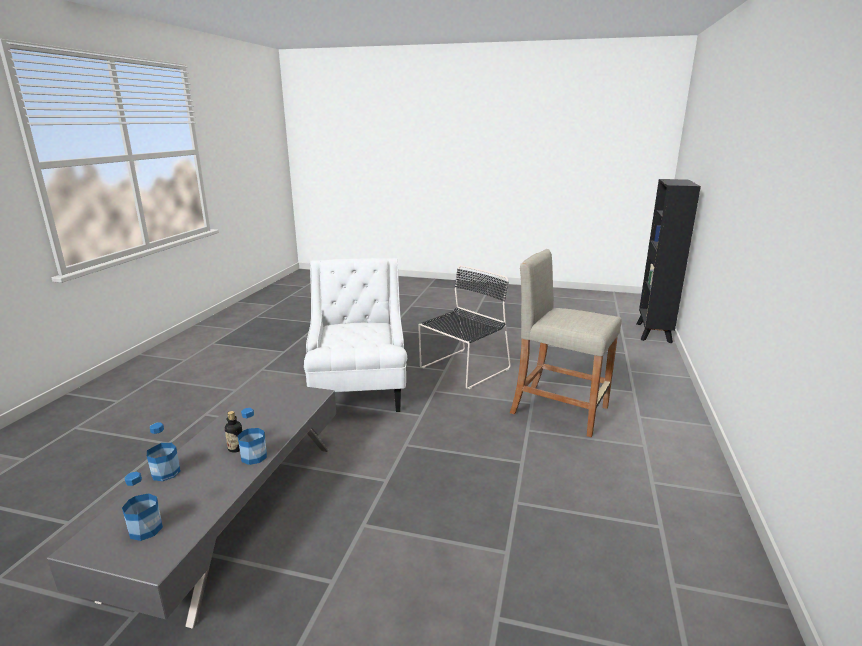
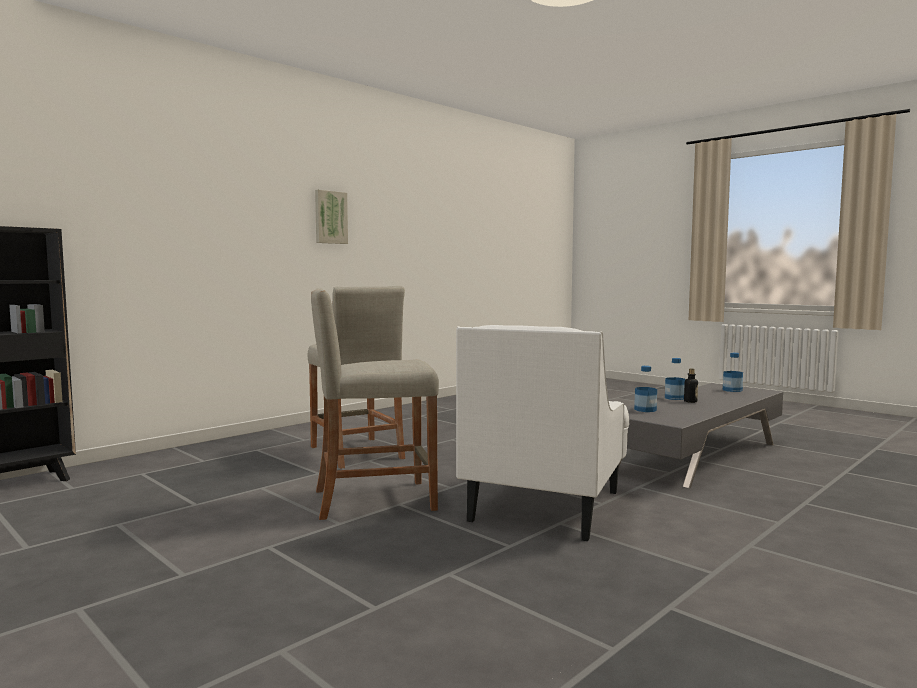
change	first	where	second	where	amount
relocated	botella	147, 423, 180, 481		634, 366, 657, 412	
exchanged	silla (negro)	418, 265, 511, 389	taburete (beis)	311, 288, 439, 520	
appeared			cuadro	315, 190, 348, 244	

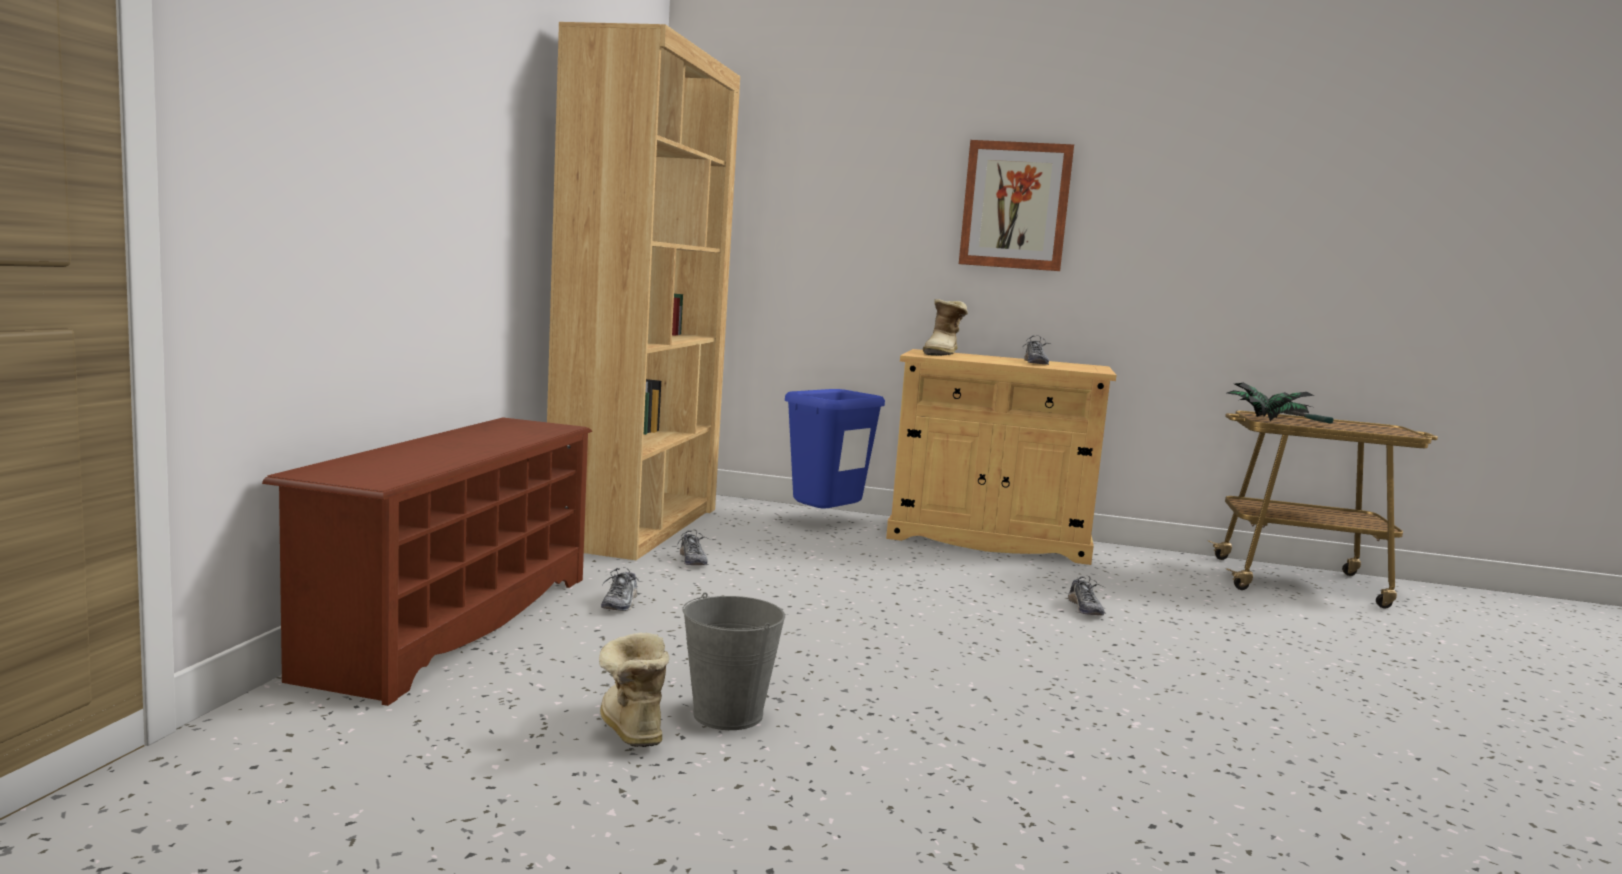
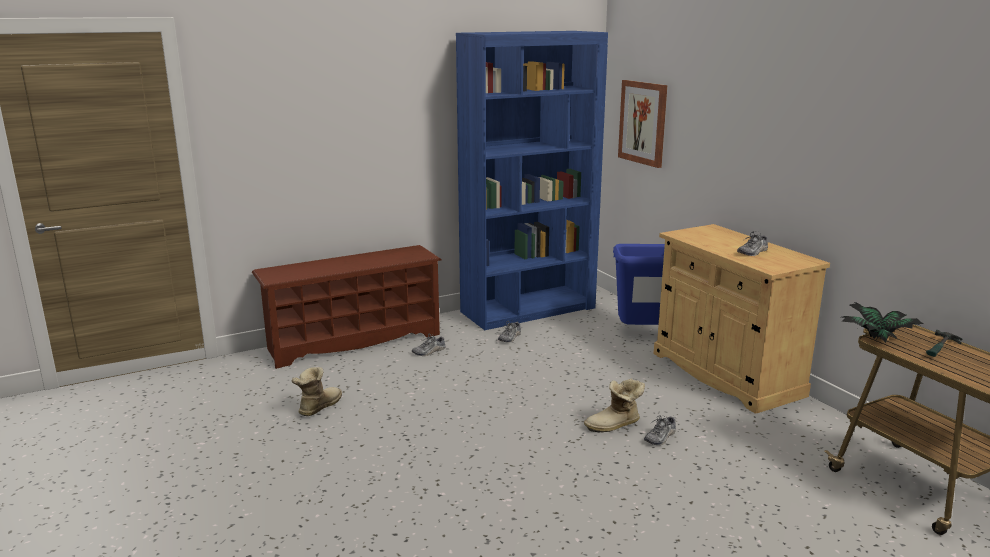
change	first	where	second	where	amount
colour	estantería (marrón)	547, 22, 740, 560	estantería (azul)	456, 31, 608, 330	
missing	cubo (gris)	682, 592, 785, 730			
relocated	bota	923, 299, 968, 356		584, 379, 645, 432	
relocated	cuadro	959, 140, 1074, 271		618, 80, 667, 168	

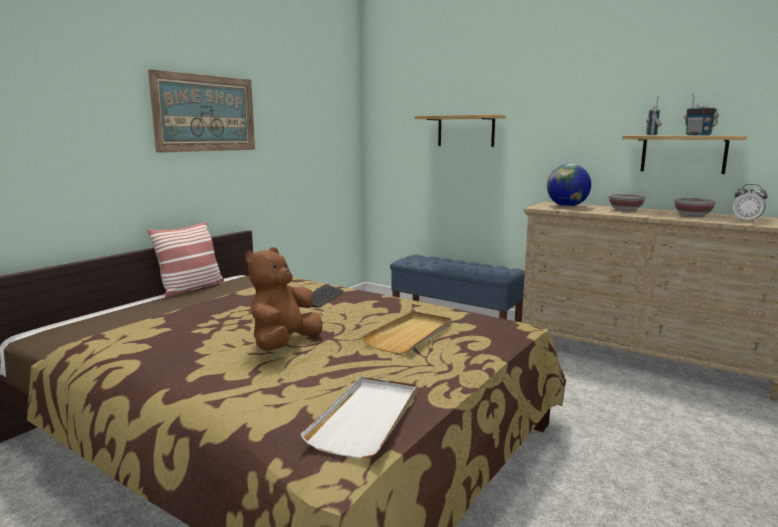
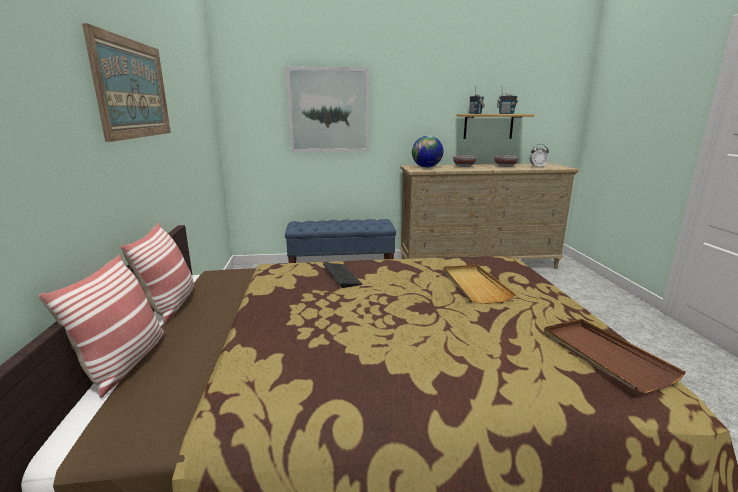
change	first	where	second	where	amount
missing	peluche (marrón)	246, 247, 323, 351			
colour	bandeja (blanco)	300, 376, 417, 459	bandeja (marrón)	544, 319, 686, 394	
exchanged	estante	414, 114, 506, 147	cuadro	286, 67, 369, 152	
appeared			cojín	38, 254, 165, 398	

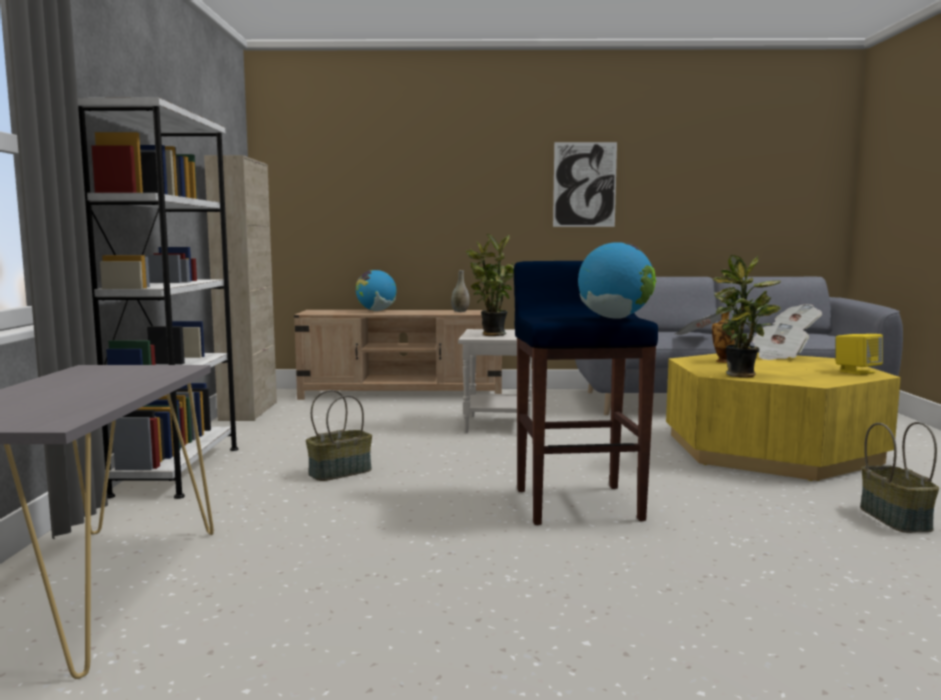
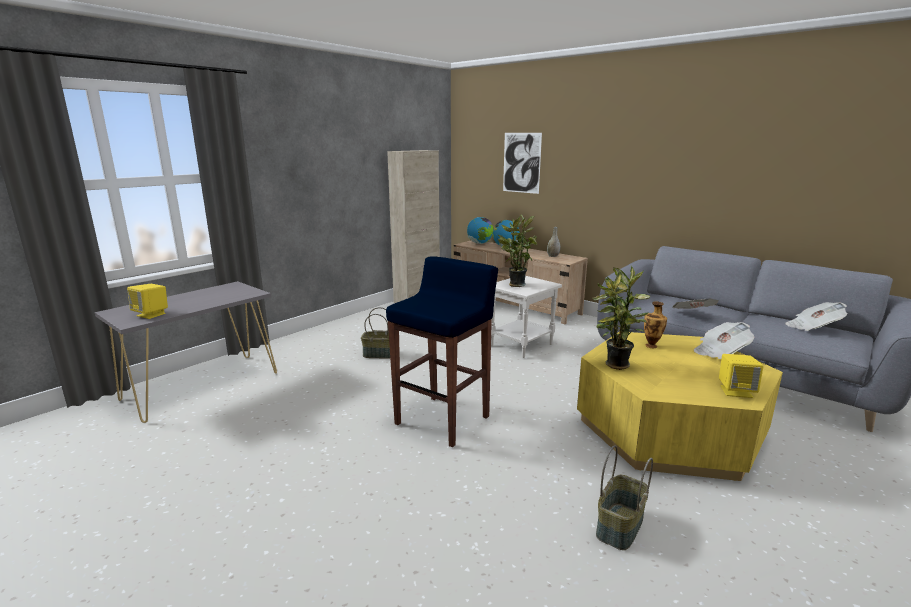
change	first	where	second	where	amount
missing	estantería (blanco)	77, 97, 238, 499			
relocated	cuadro	553, 142, 617, 227		503, 133, 542, 194	
relocated	globo terráqueo	578, 242, 656, 319		467, 217, 494, 244	
appeared			altavoz (amarillo)	127, 284, 168, 319	

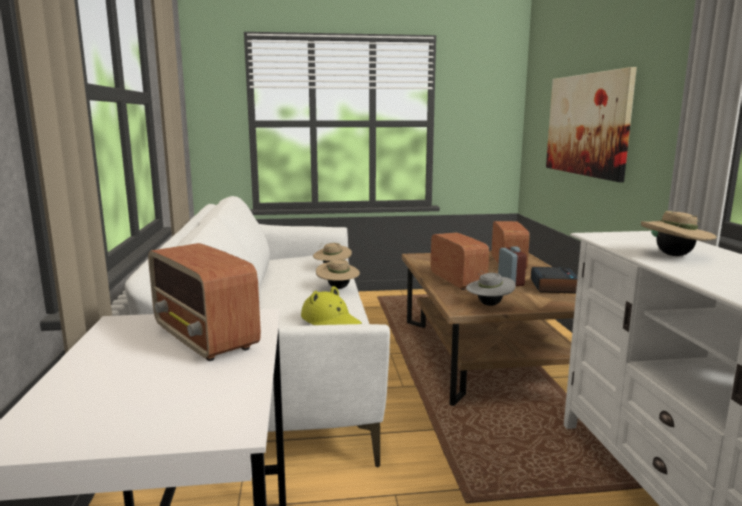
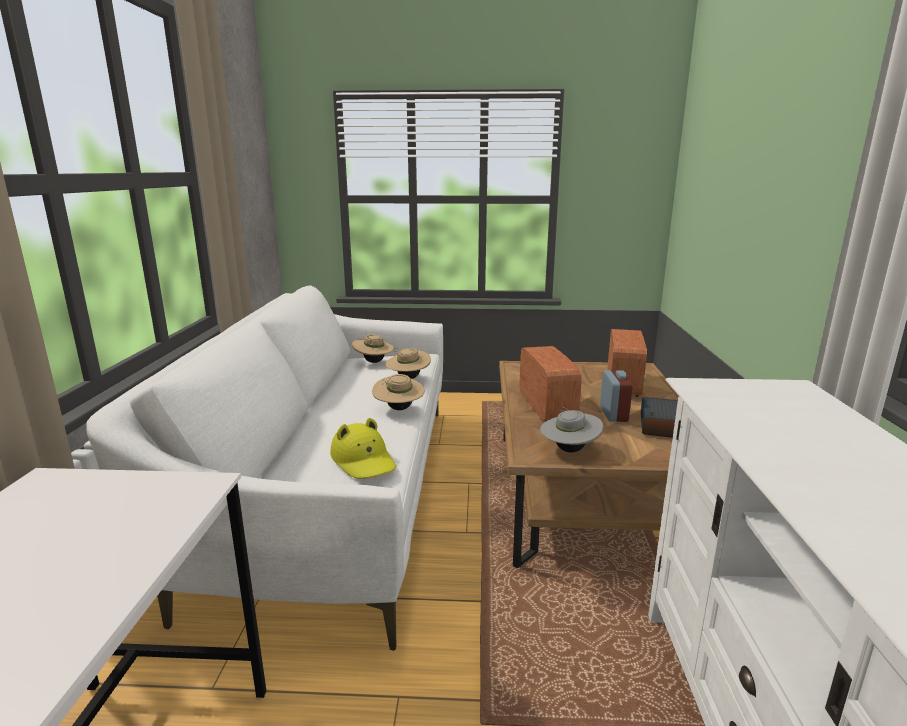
change	first	where	second	where	amount
missing	radio	148, 243, 261, 361			
missing	cuadro	546, 67, 637, 182			
relocated	sombrero (beis)	641, 211, 717, 256		352, 334, 394, 363	

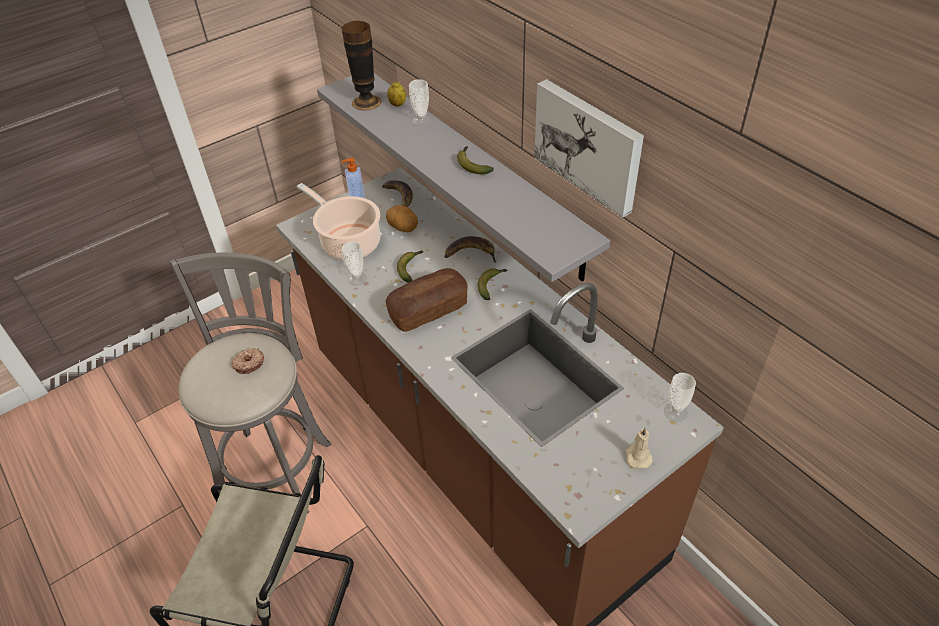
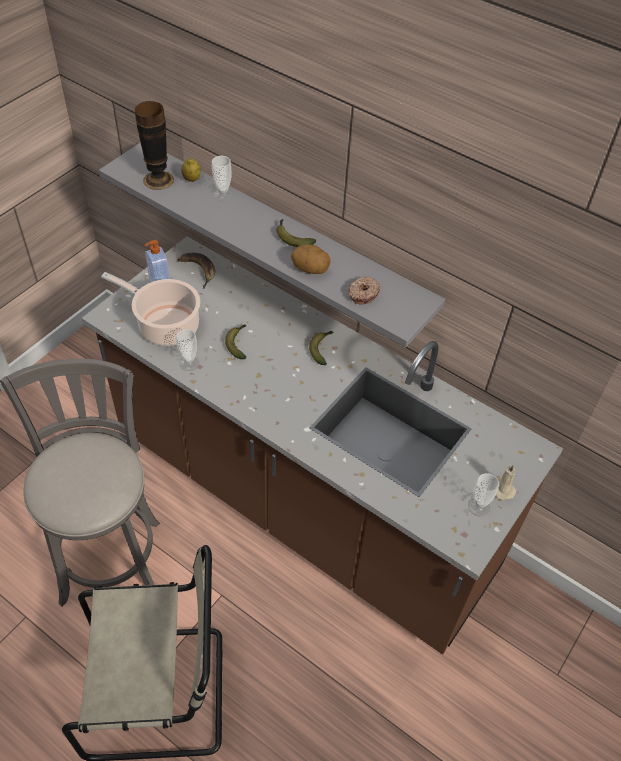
change	first	where	second	where	amount
relocated	rosquilla	231, 348, 264, 374		348, 276, 380, 304	
relocated	patata	386, 205, 418, 232		291, 244, 331, 274	
missing	pan	386, 268, 468, 332			
missing	plátano	444, 236, 496, 263			
missing	cuadro	534, 79, 644, 218			
relocated	taza	664, 373, 696, 422		468, 473, 499, 516	

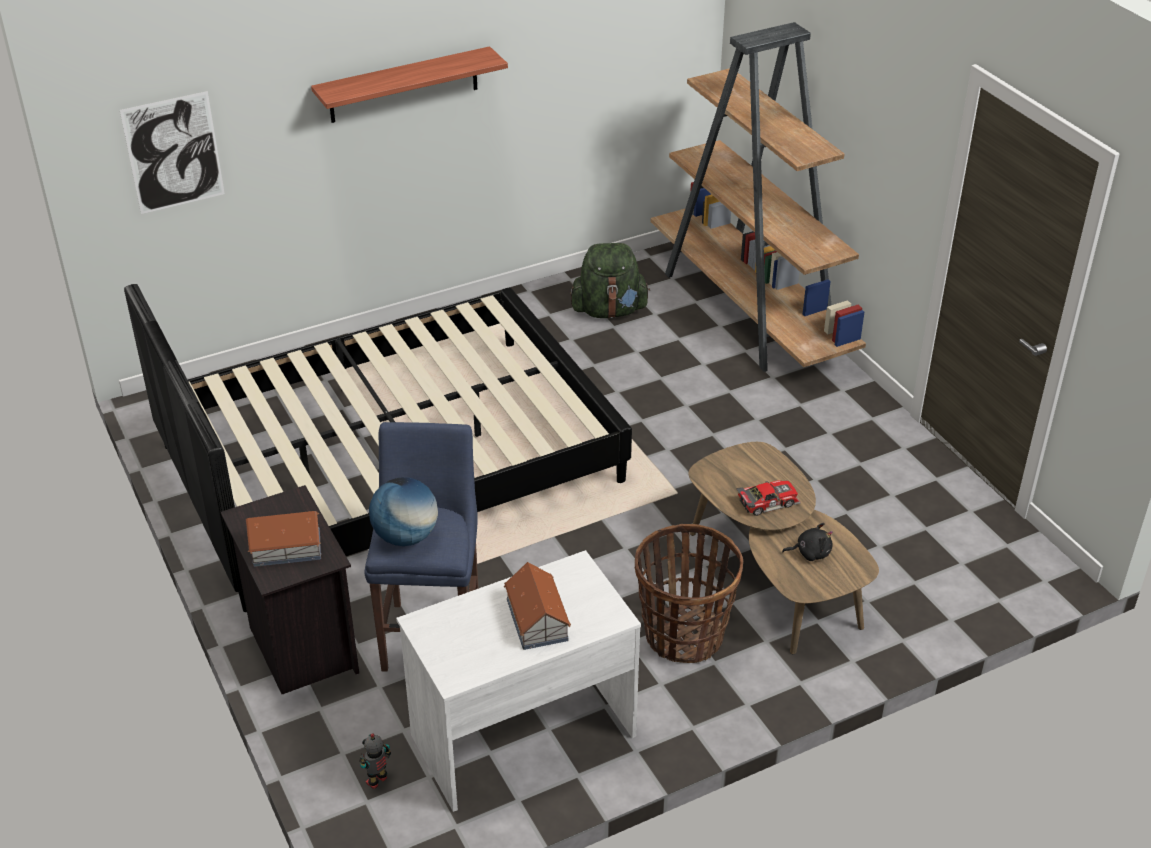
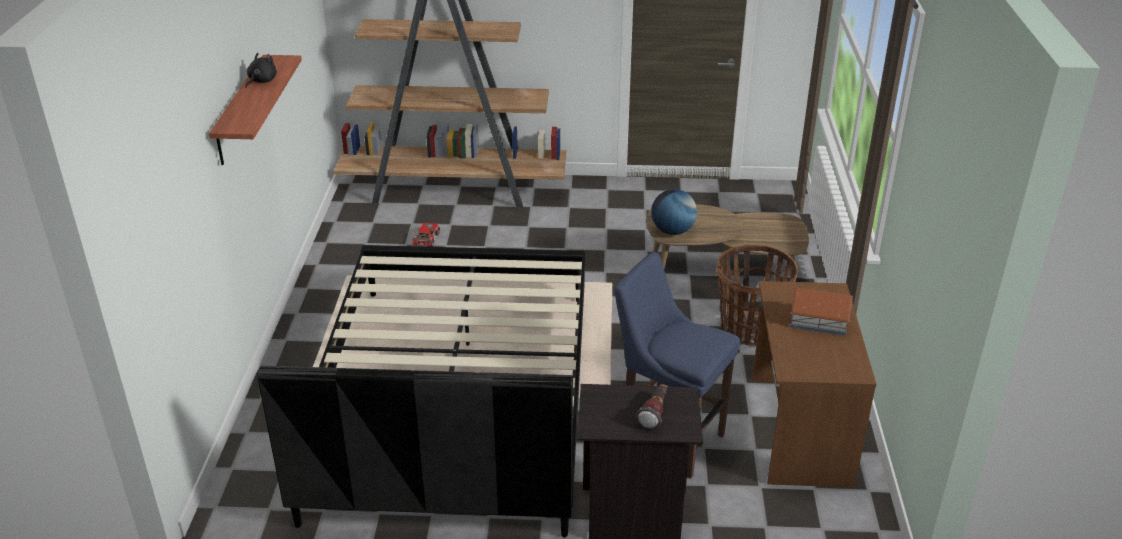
change	first	where	second	where	amount
missing	cuadro	120, 91, 225, 214			
exchanged	casita	246, 511, 321, 567	linterna	636, 384, 667, 430	
missing	robot de juguete	359, 733, 391, 789			
relocated	globo terráqueo	369, 477, 438, 546		651, 189, 697, 235	
colour	escritorio (blanco)	396, 550, 641, 812	escritorio (marrón)	752, 281, 877, 487	
missing	mochila (verde)	570, 243, 650, 318			
relocated	coche de juguete	737, 480, 801, 516		412, 223, 441, 247	
relocated	peluche (negro)	782, 523, 833, 561		245, 53, 277, 88	

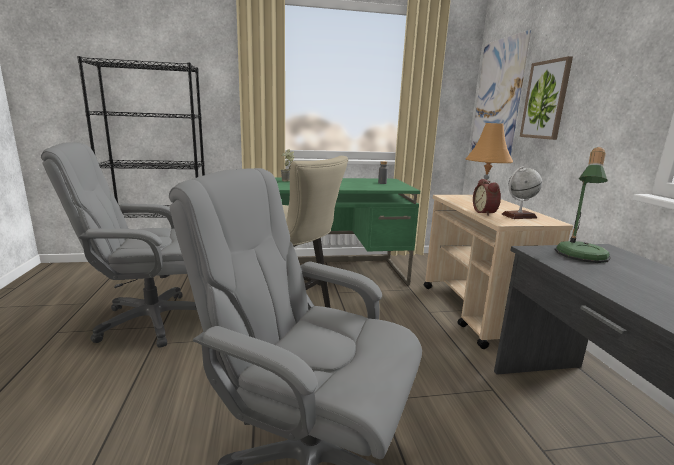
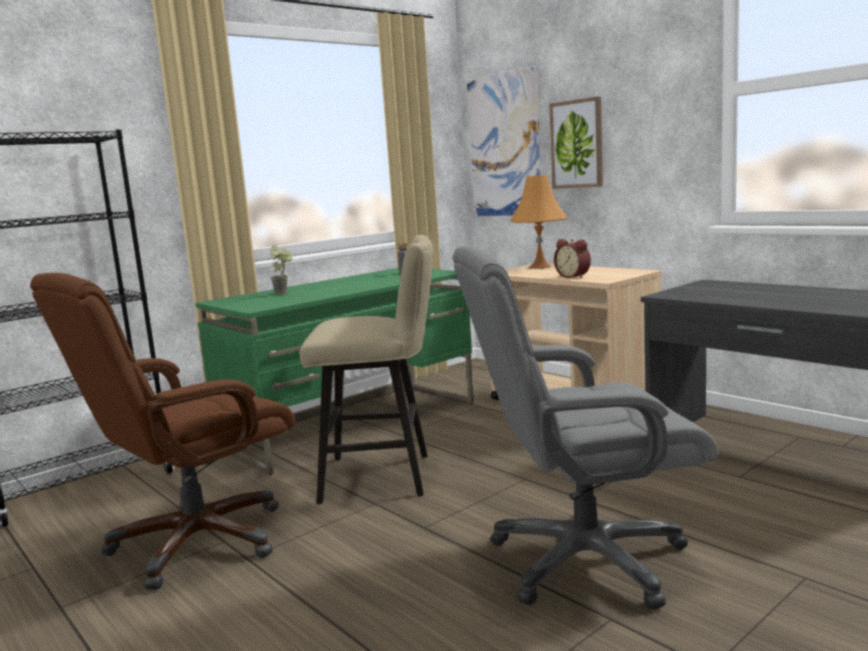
change	first	where	second	where	amount
colour	silla de oficina (gris)	41, 143, 197, 348	silla de oficina (marrón)	30, 273, 295, 590	
missing	globo terráqueo	501, 166, 542, 219			
missing	lámpara de mesa	555, 147, 611, 263			

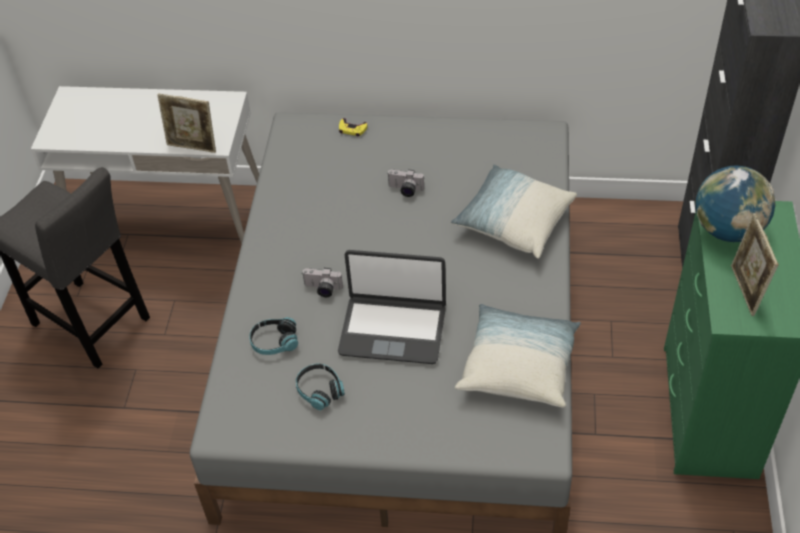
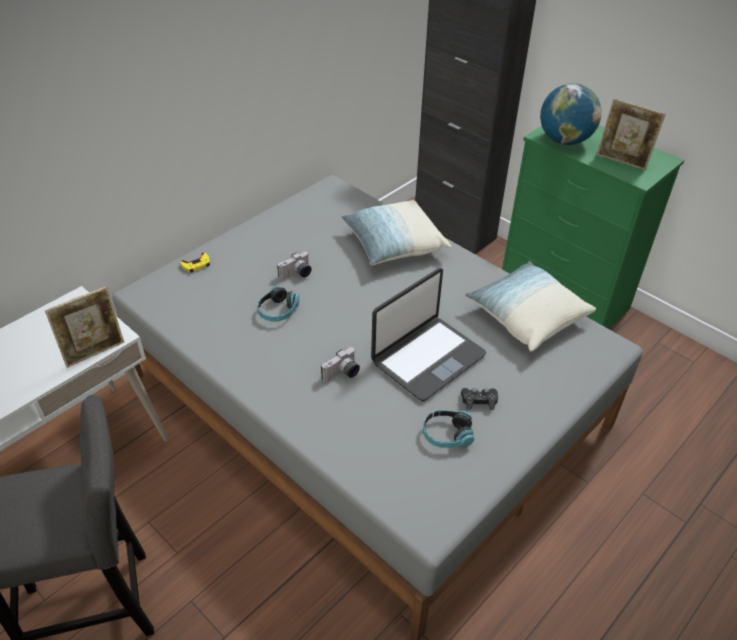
change	first	where	second	where	amount
relocated	auriculares	249, 317, 298, 355		257, 286, 299, 322	
appeared			mando de consola (negro)	461, 388, 498, 410	

